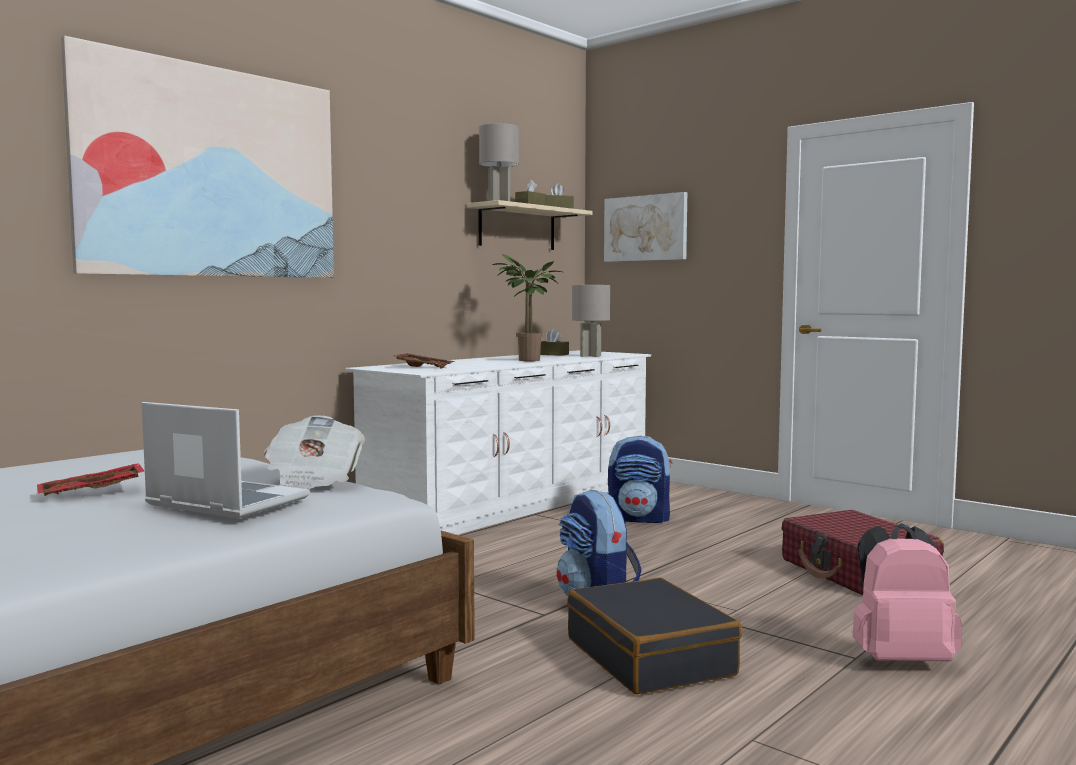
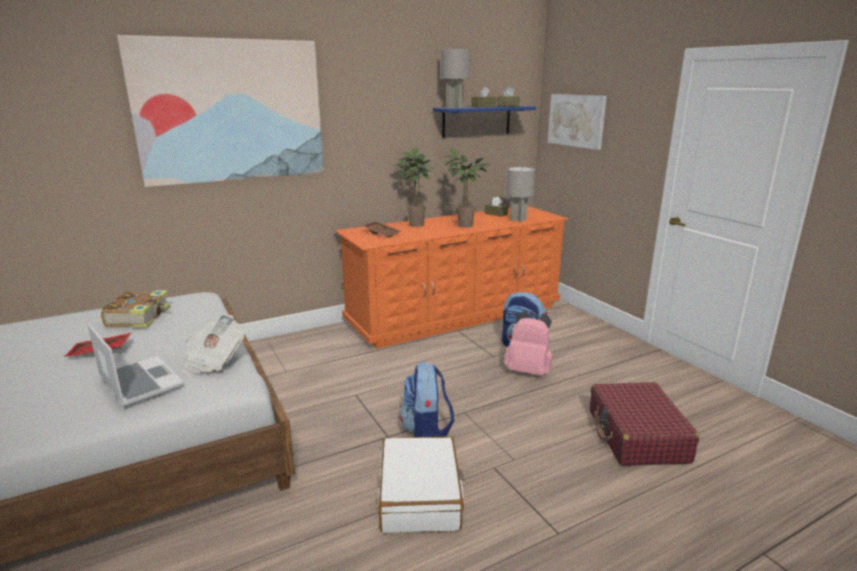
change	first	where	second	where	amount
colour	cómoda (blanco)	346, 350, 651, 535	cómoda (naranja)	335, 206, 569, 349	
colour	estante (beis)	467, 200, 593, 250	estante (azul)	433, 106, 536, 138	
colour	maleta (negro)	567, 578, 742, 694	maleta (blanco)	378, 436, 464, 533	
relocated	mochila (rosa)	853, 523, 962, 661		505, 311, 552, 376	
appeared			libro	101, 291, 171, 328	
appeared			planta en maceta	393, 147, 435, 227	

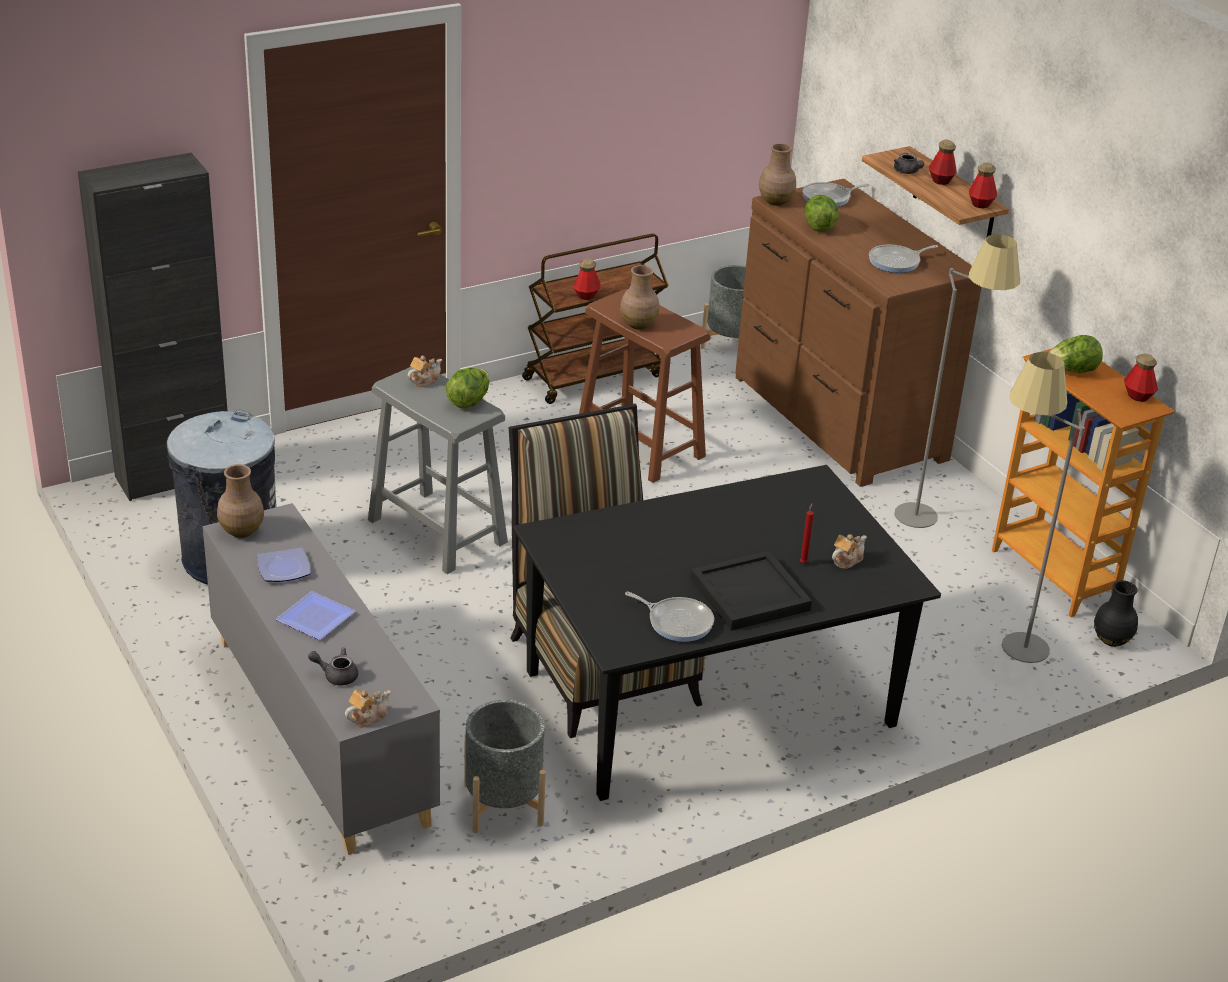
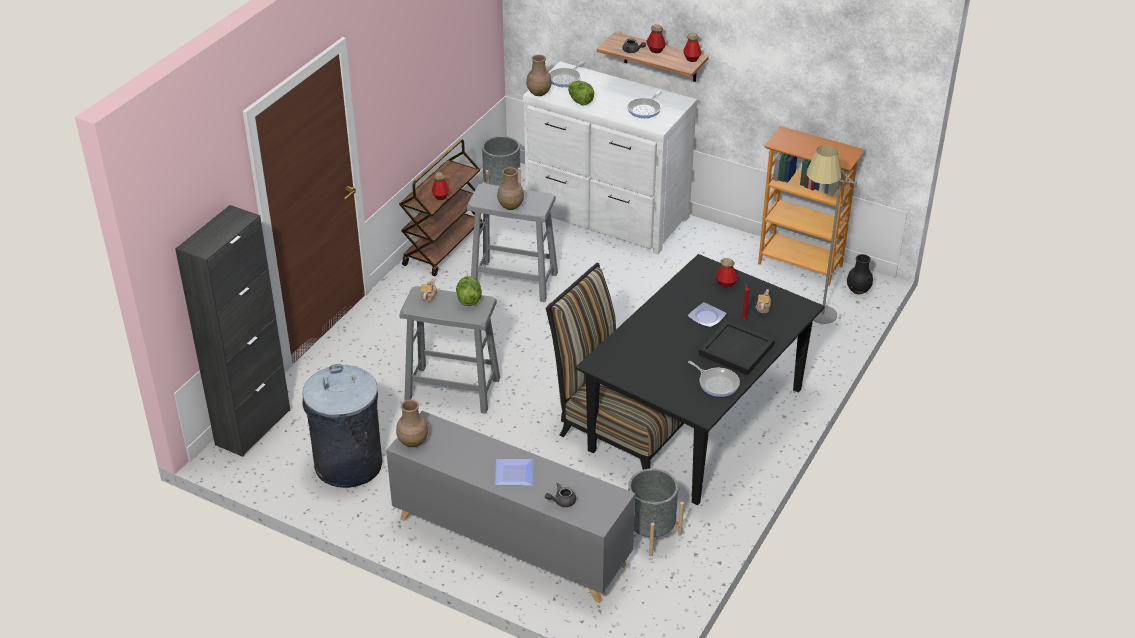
change	first	where	second	where	amount
relocated	plato	257, 548, 311, 582		688, 302, 726, 328	
missing	tetera	345, 690, 390, 728			
colour	taburete (marrón)	579, 289, 711, 483	taburete (gris)	467, 183, 558, 302	
spun	sartén	625, 591, 714, 642		688, 361, 740, 397	45 degrees clockwise
colour	cómoda (marrón)	735, 179, 982, 487	cómoda (blanco)	523, 62, 697, 255	
missing	lámpara de pie (gris)	894, 234, 1020, 528			
missing	lechuga	1048, 335, 1103, 373			
relocated	botella	1124, 353, 1158, 402		715, 258, 738, 288	

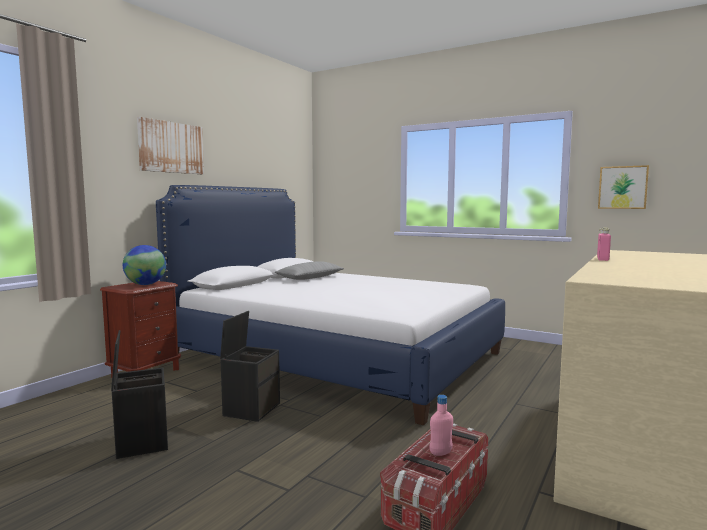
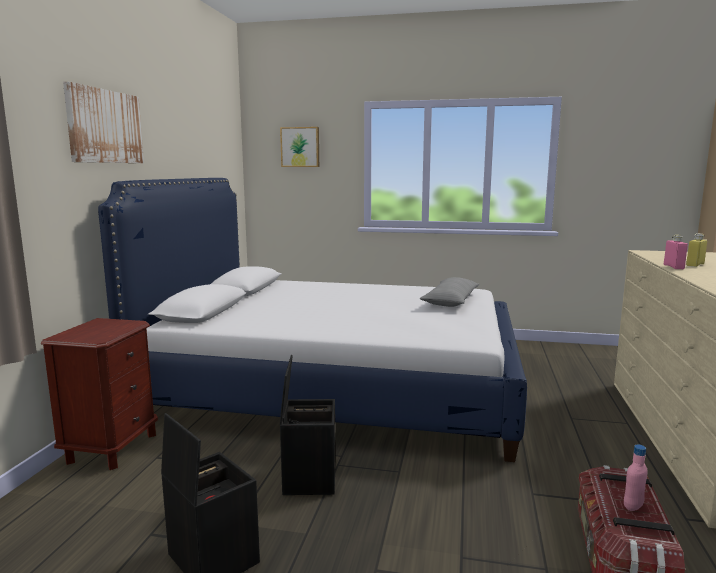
change	first	where	second	where	amount
missing	globo terráqueo	123, 245, 166, 285			
relocated	cojín (gris)	274, 261, 344, 280		420, 277, 480, 307	
relocated	cuadro	598, 165, 649, 209		280, 127, 319, 167	
appeared			botella (amarillo)	686, 233, 707, 267	

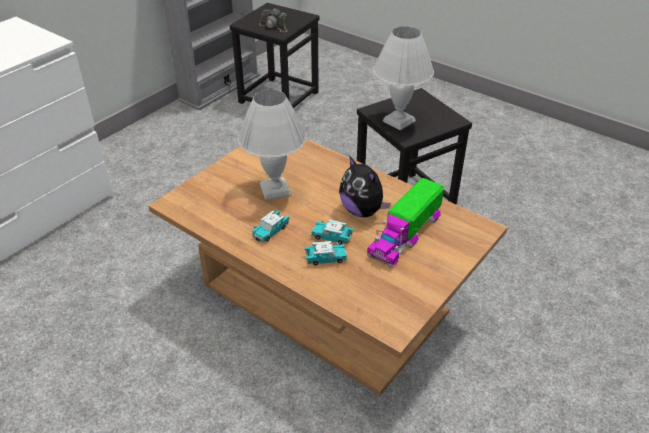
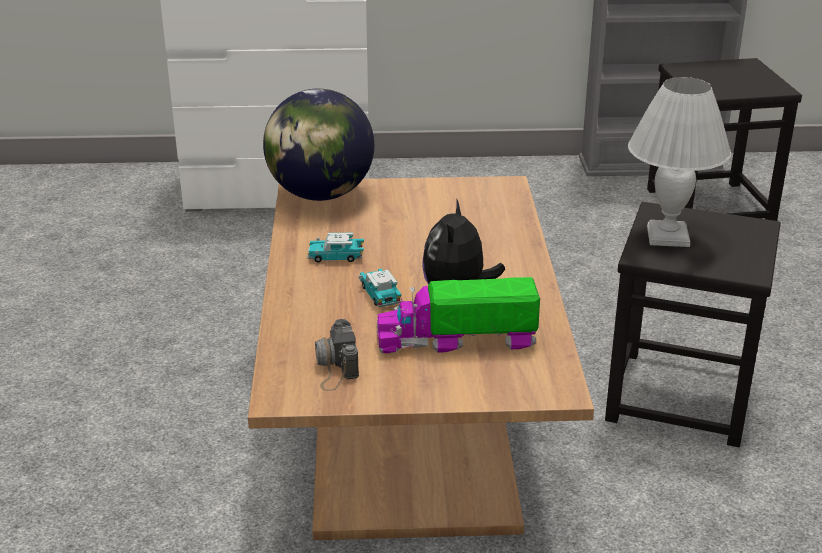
change	first	where	second	where	amount
missing	lámpara de mesa (blanco)	238, 89, 306, 201			
relocated	cámara	259, 8, 288, 32		315, 319, 359, 391	
missing	coche de juguete	304, 241, 348, 265			
appeared			globo terráqueo	263, 89, 374, 201	

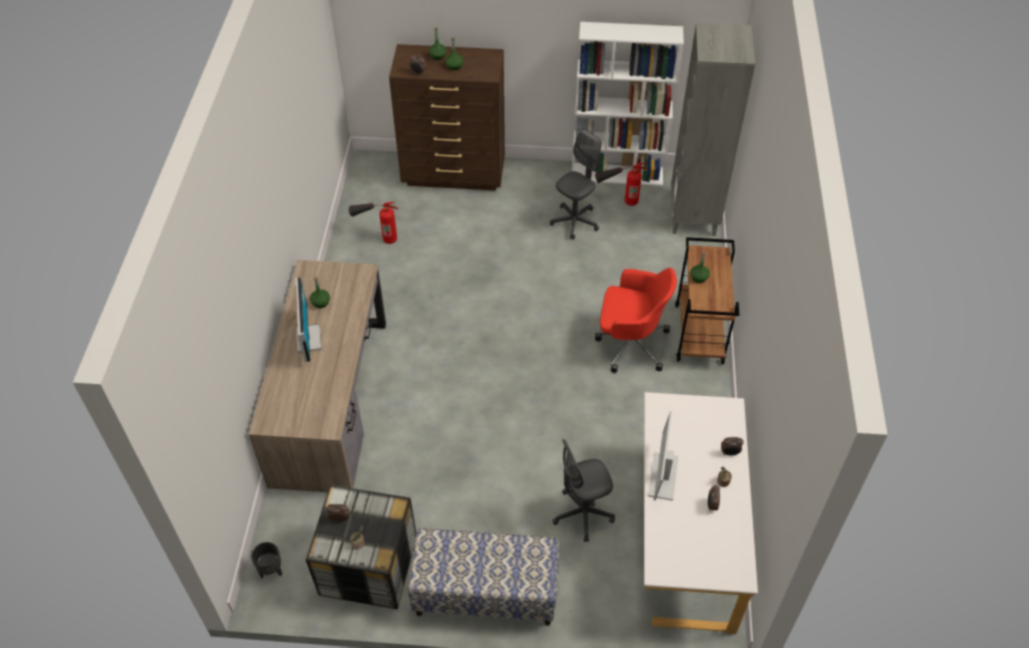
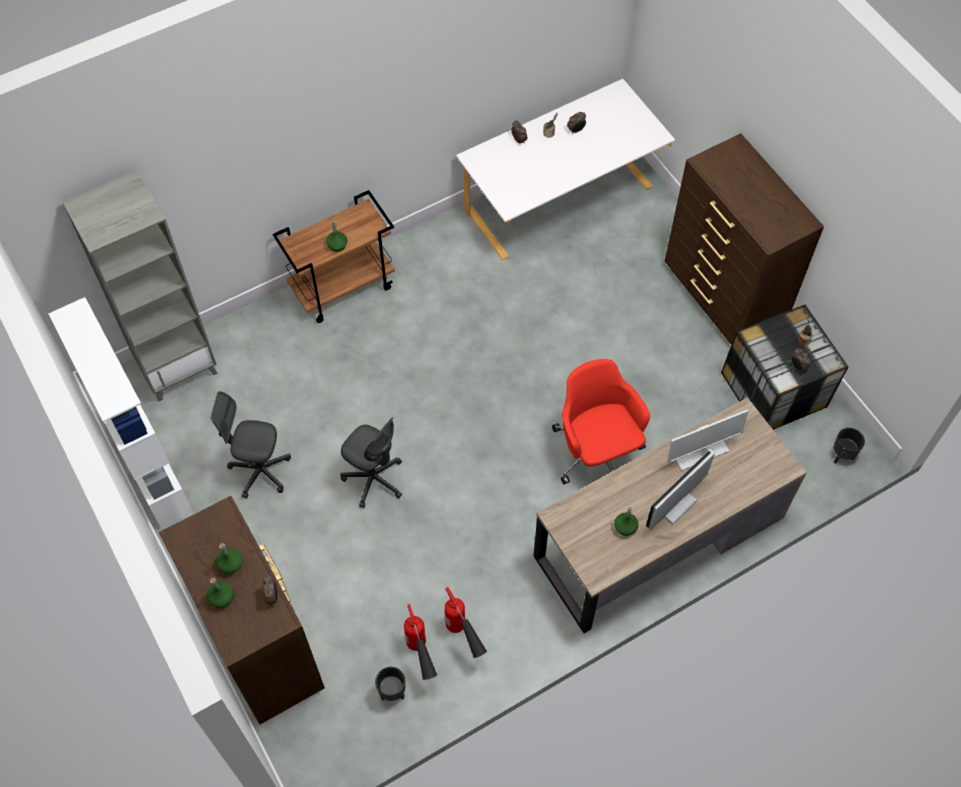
change	first	where	second	where	amount
exchanged	banco	408, 529, 559, 626	cómoda (marrón)	665, 133, 824, 344	
relocated	silla de oficina (gris)	552, 439, 615, 542		340, 417, 402, 508	
relocated	extintor	595, 162, 648, 206		445, 587, 487, 658	
relocated	silla de oficina (rojo)	595, 268, 677, 373		552, 359, 650, 484	
relocated	monitor	648, 411, 679, 501		667, 410, 748, 471	
appeared			maceta (negro)	375, 667, 405, 701	

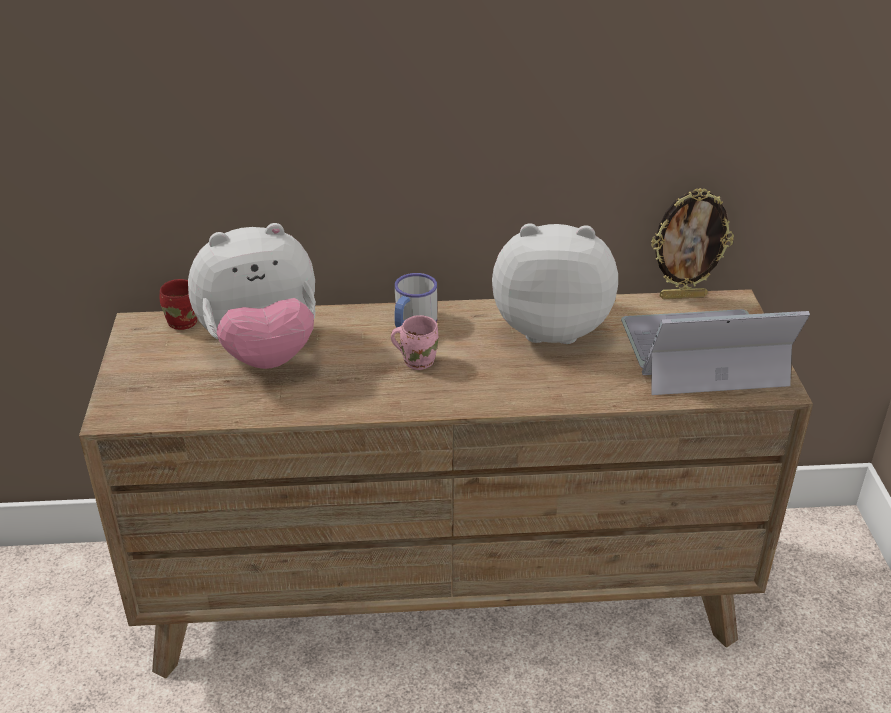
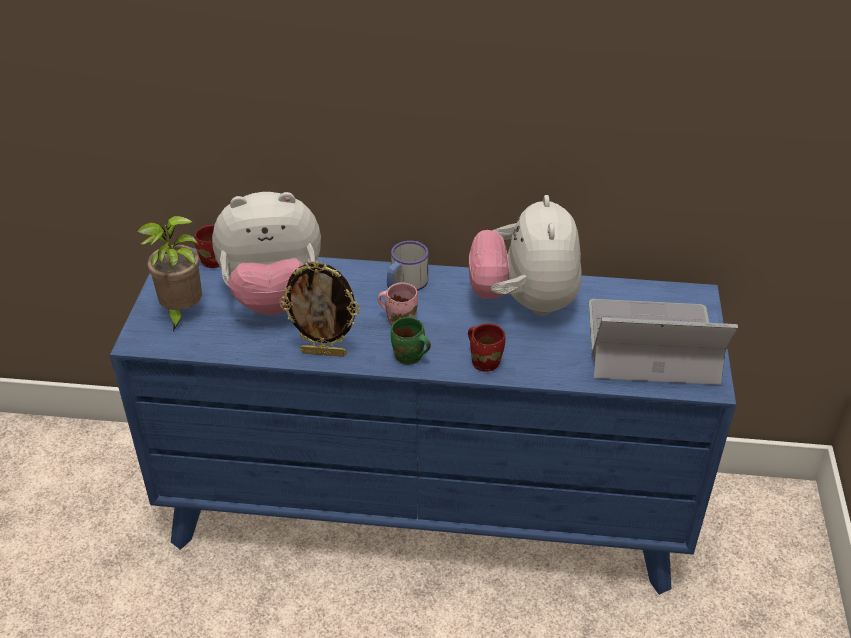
change	first	where	second	where	amount
colour	cómoda (marrón)	79, 289, 813, 679	cómoda (azul)	110, 248, 736, 595	
spun	peluche	492, 223, 618, 344		469, 195, 582, 316	105 degrees counterclockwise
relocated	portarretratos	651, 188, 734, 299		279, 261, 360, 357	
appeared			planta en maceta	137, 216, 202, 331	
appeared			taza grande (verde)	391, 317, 431, 365	
appeared			taza grande (rojo)	468, 324, 505, 372	

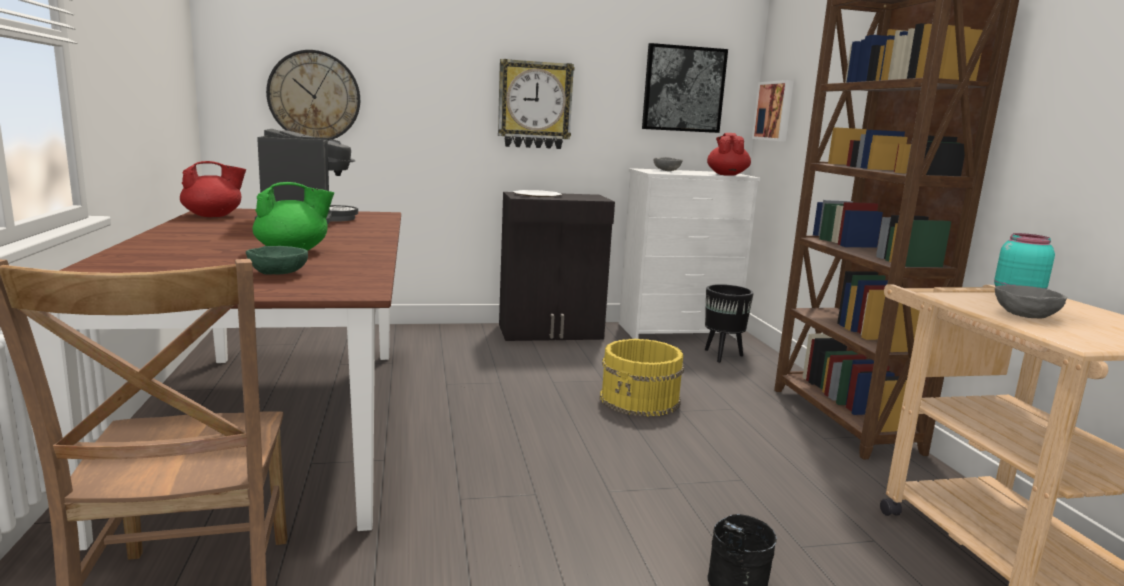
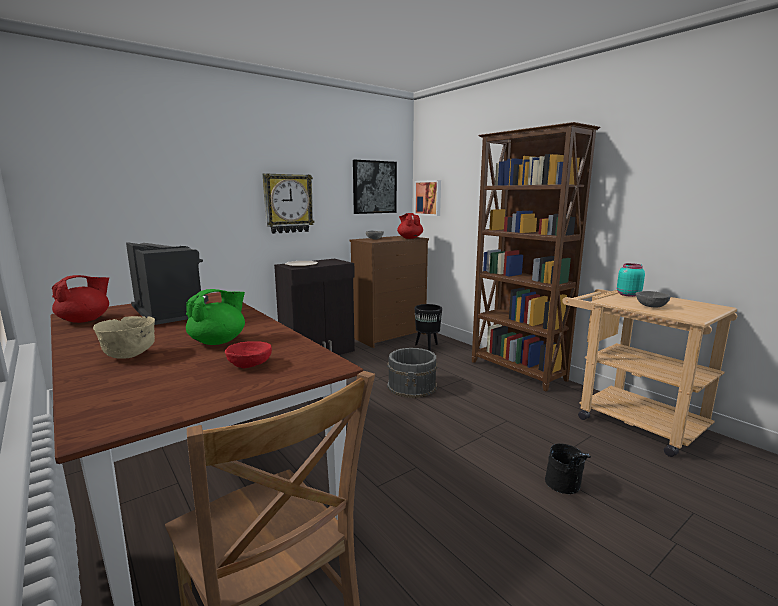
change	first	where	second	where	amount
colour	cuenco (verde)	246, 246, 308, 275	cuenco (rojo)	225, 341, 272, 368	
missing	reloj de pared	266, 50, 360, 140			
colour	cubo (amarillo)	600, 339, 684, 417	cubo (gris)	387, 348, 437, 398	
colour	cómoda (blanco)	619, 168, 760, 339	cómoda (marrón)	349, 236, 429, 348	
appeared			cuenco (beis)	93, 316, 155, 359	

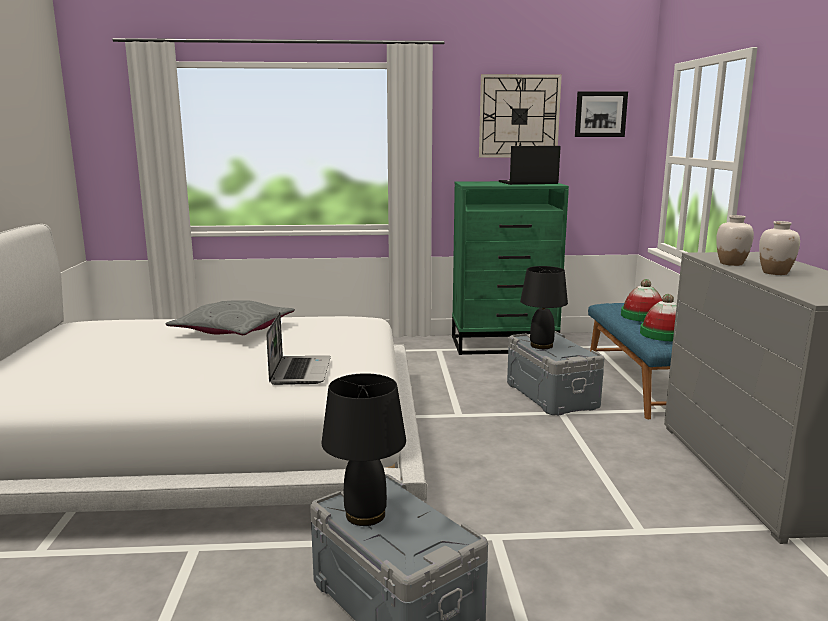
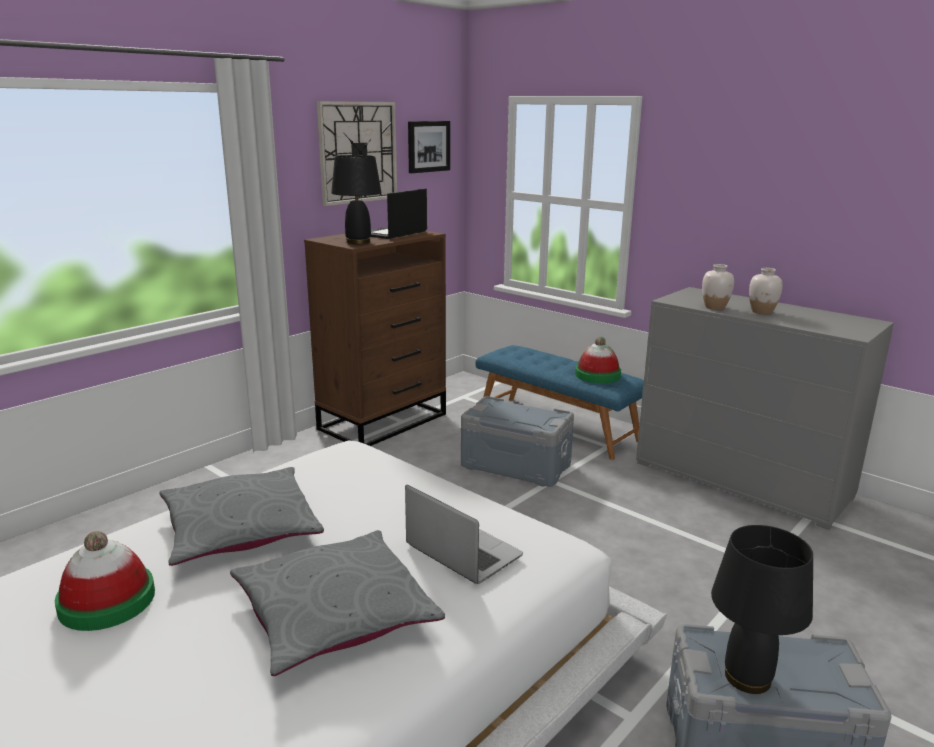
change	first	where	second	where	amount
colour	cómoda (verde)	452, 181, 569, 355	cómoda (marrón)	304, 229, 446, 446	
relocated	lámpara de mesa (negro)	520, 266, 568, 349		331, 155, 382, 244	
relocated	sombrero	621, 279, 662, 322		55, 531, 155, 631	
appeared			cojín (gris)	230, 530, 445, 676	

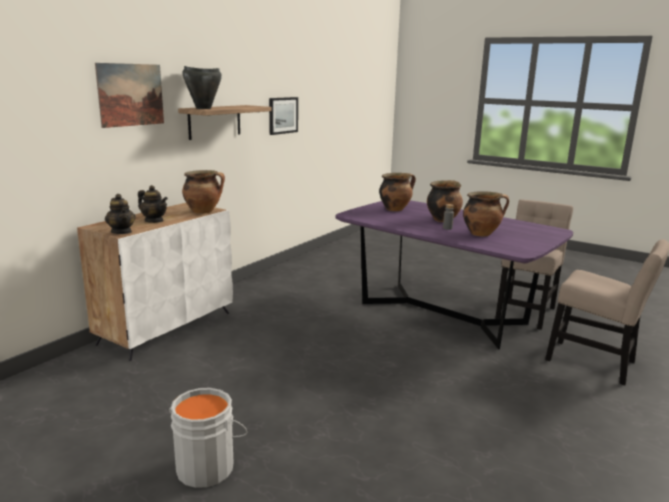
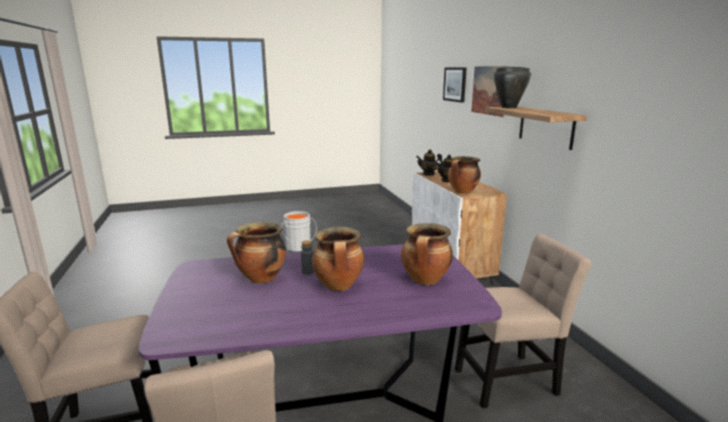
change	first	where	second	where	amount
relocated	cuadro	269, 97, 298, 135		443, 67, 467, 103	
appeared			silla (beis)	455, 233, 591, 408	

